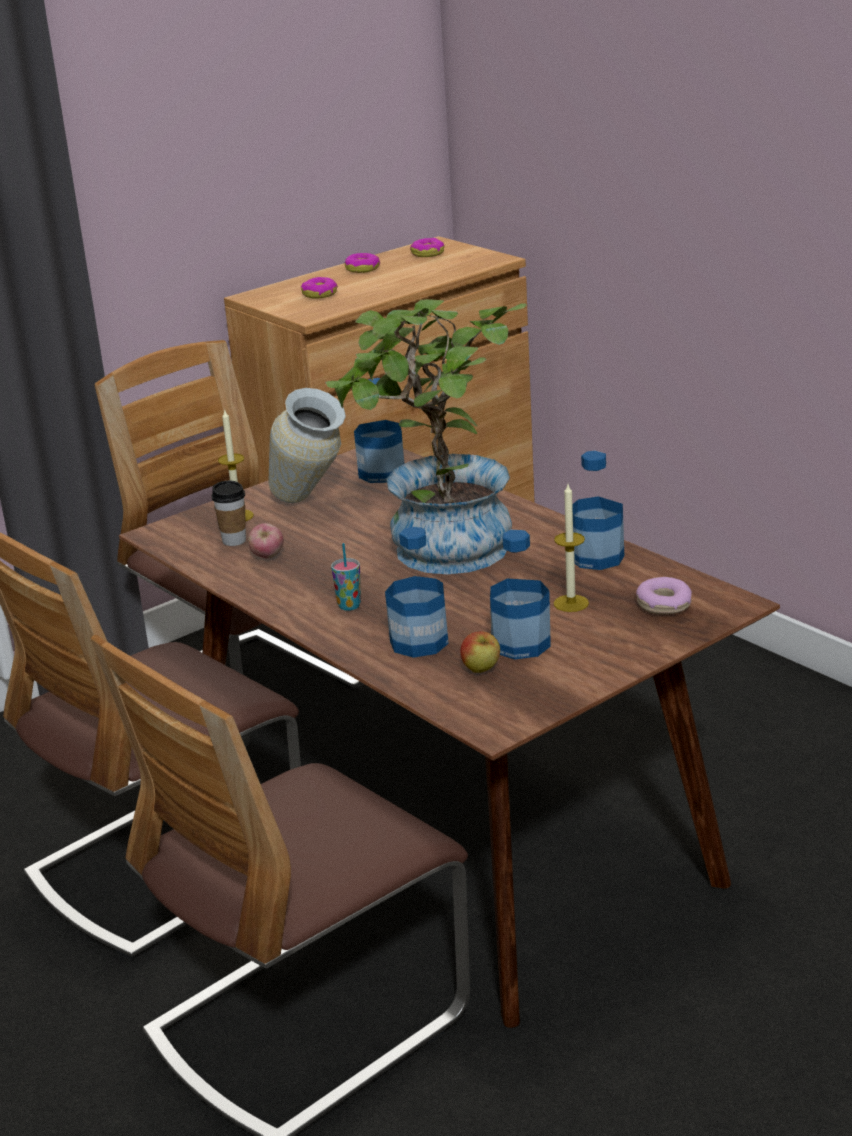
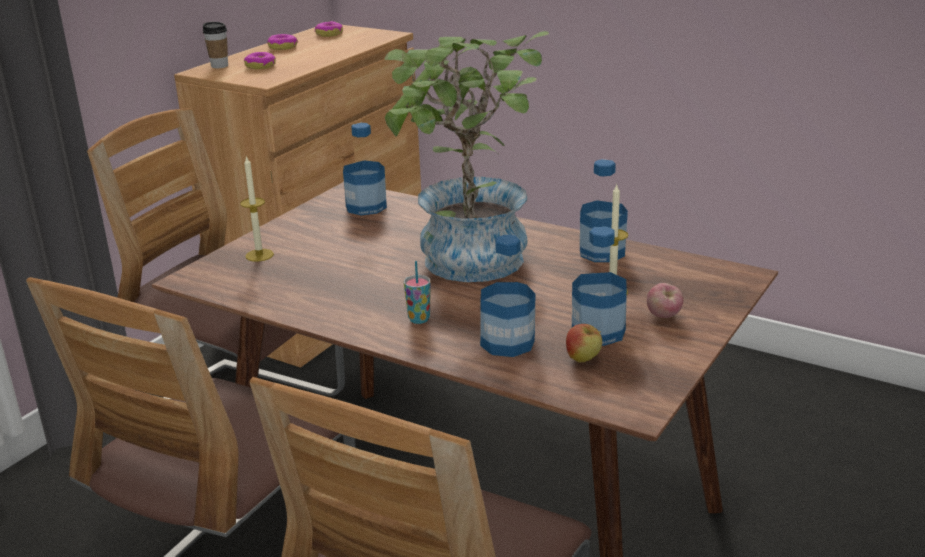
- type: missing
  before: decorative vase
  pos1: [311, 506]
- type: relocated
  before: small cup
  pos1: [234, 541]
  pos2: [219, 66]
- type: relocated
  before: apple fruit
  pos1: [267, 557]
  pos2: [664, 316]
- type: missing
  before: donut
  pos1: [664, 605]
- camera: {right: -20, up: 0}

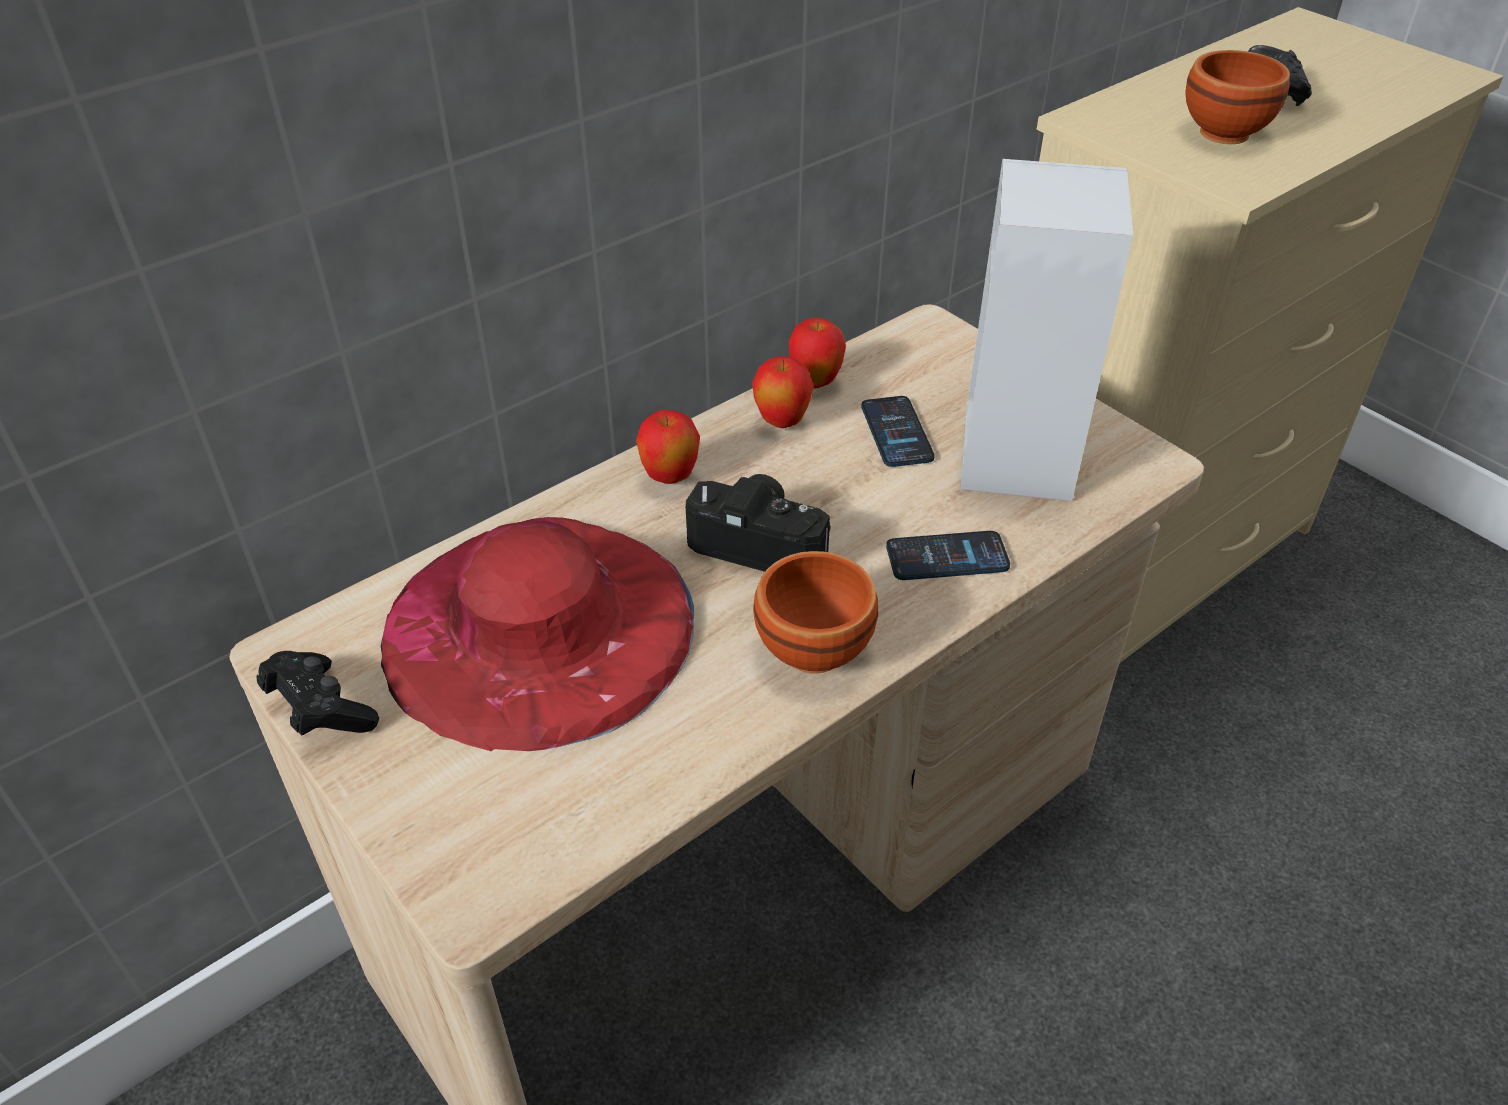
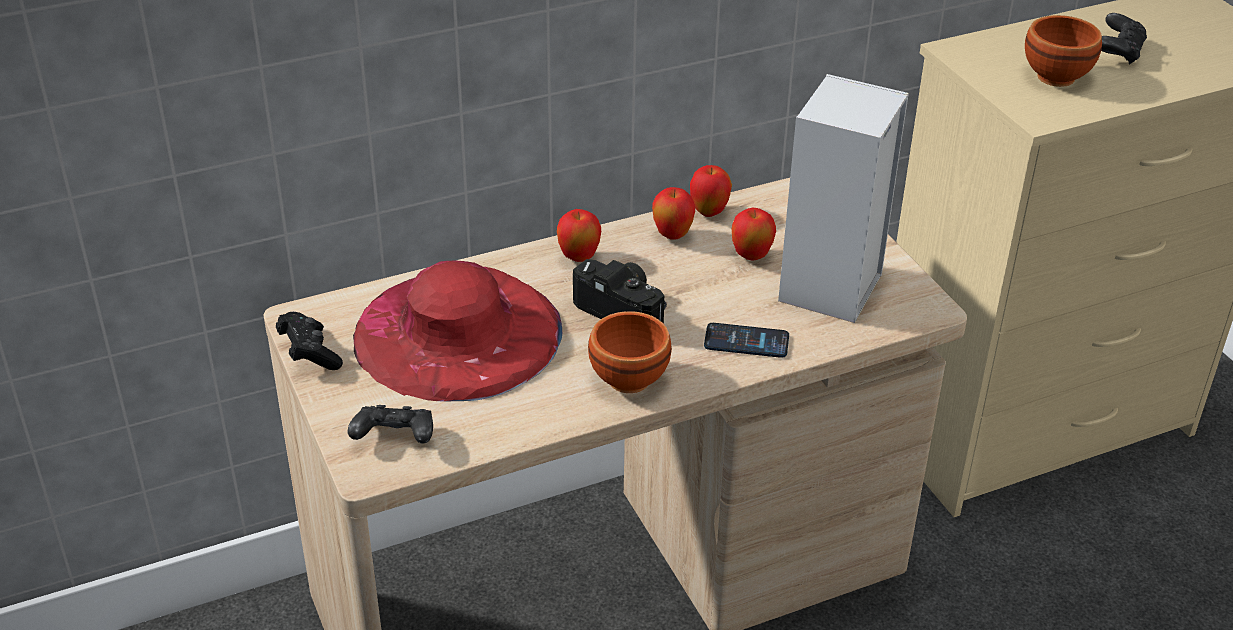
- type: exchanged
  before: phone
  after: apple fruit
  pos1: [896, 433]
  pos2: [751, 256]
- type: appeared
  after: black gamepad
  pos2: [394, 439]
- camera: {right: 15, up: -5}

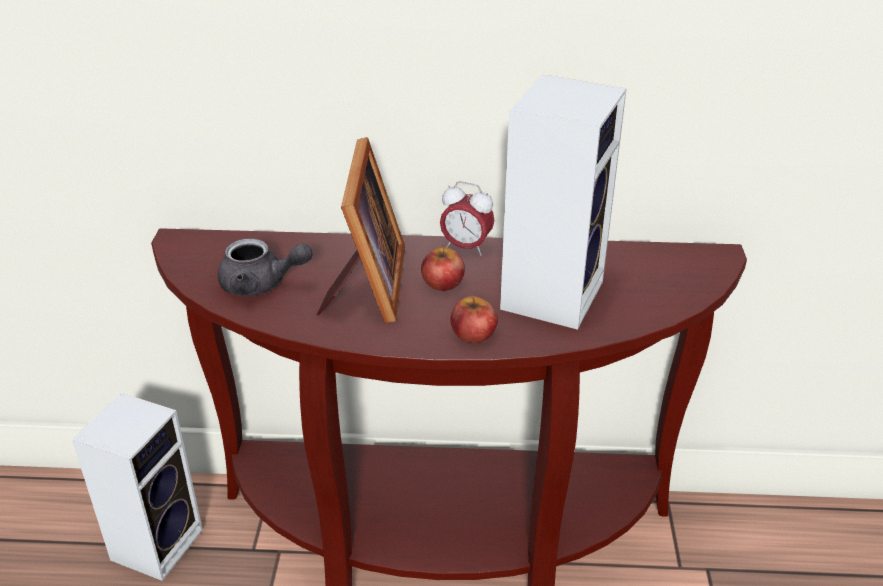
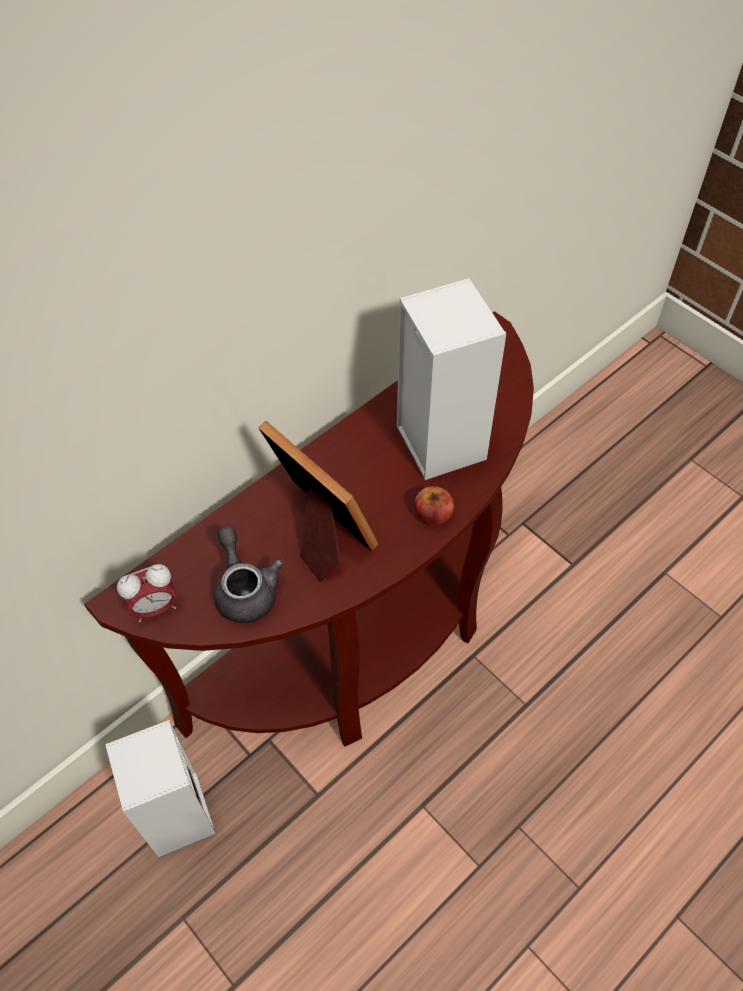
- type: relocated
  before: table clock
  pos1: [466, 247]
  pos2: [155, 608]
- type: spun
  before: greyish teapot
  pos1: [261, 284]
  pos2: [245, 589]
  turn: -75
- type: missing
  before: apple fruit
  pos1: [442, 282]
- camera: {right: -45, up: 20}

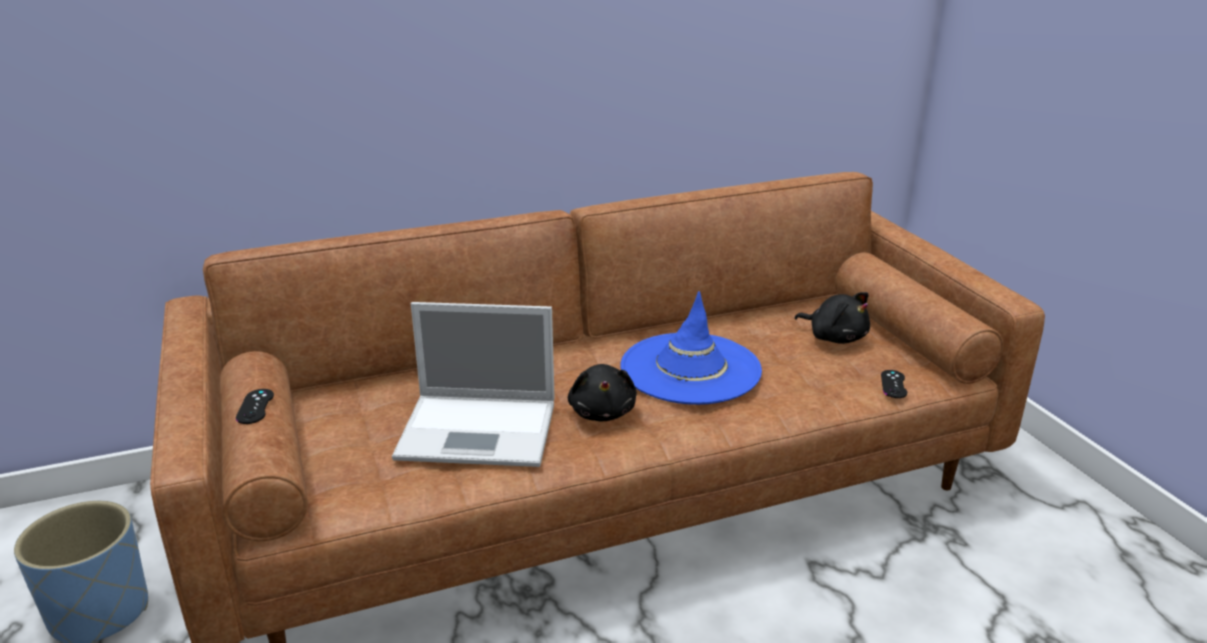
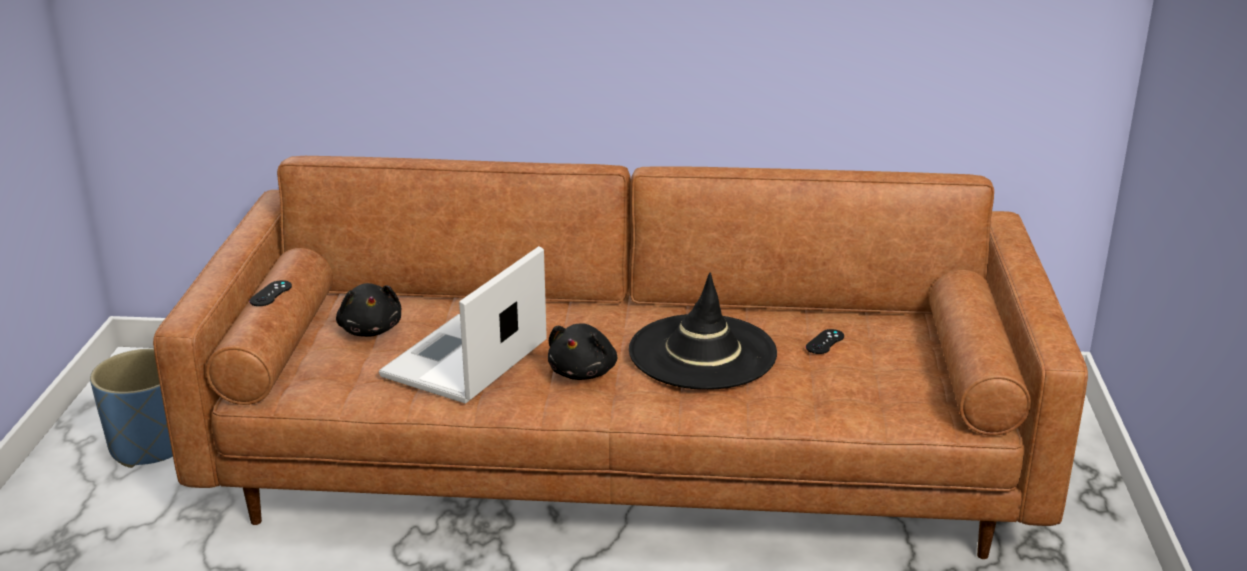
- type: colour
  before: bluish hat
  after: black hat
  pos1: [690, 369]
  pos2: [702, 352]
- type: relocated
  before: black cuddly toy
  pos1: [835, 337]
  pos2: [371, 329]
- type: spun
  before: laptop
  pos1: [481, 430]
  pos2: [463, 361]
  turn: 90
- type: relocated
  before: black gamepad
  pos1: [893, 384]
  pos2: [825, 342]
- camera: {right: 25, up: 0}

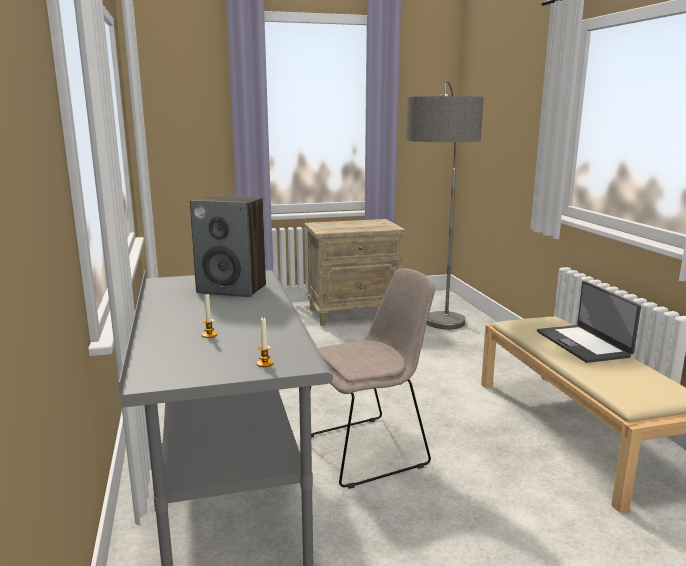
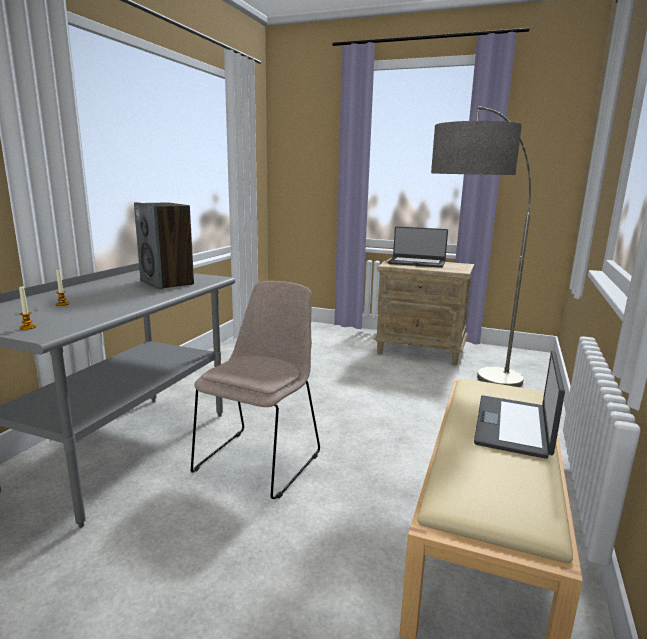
- type: spun
  before: beige upright chair
  pos1: [368, 449]
  pos2: [260, 460]
  turn: -75
- type: appeared
  after: laptop
  pos2: [416, 263]
- camera: {right: 35, up: 0}

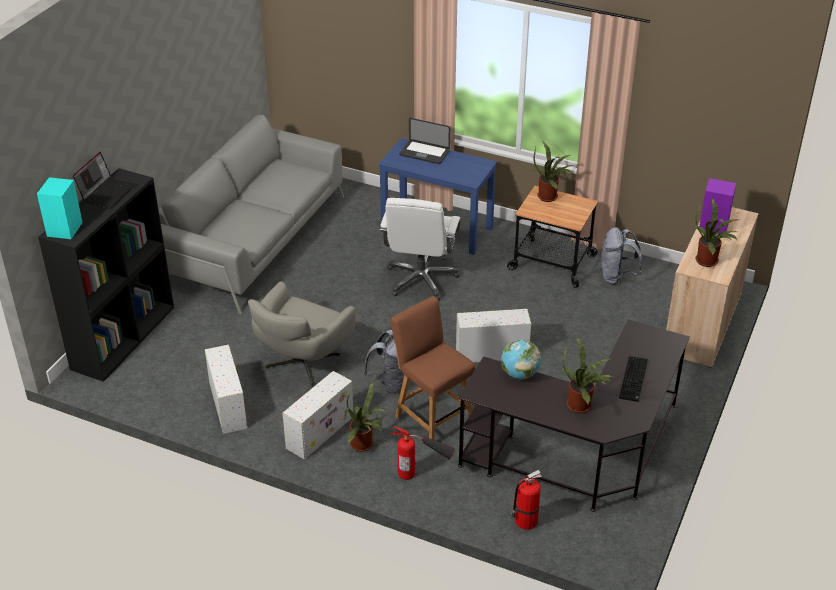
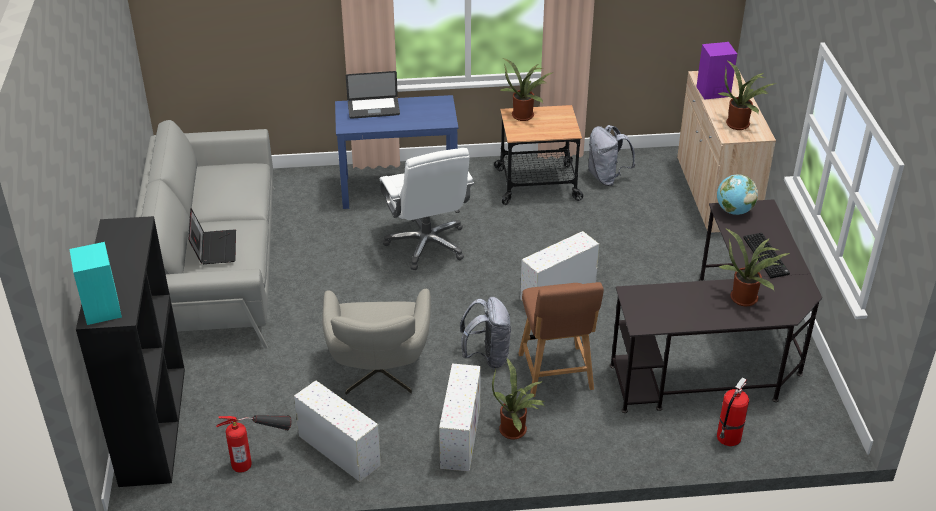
- type: relocated
  before: laptop
  pos1: [107, 192]
  pos2: [214, 247]
- type: spun
  before: brown-coloured upright chair
  pos1: [432, 416]
  pos2: [556, 374]
  turn: -120
- type: relocated
  before: world globe
  pos1: [519, 374]
  pos2: [734, 211]
- type: relocated
  before: fire-fighting cylinder
  pos1: [422, 475]
  pos2: [260, 459]
- camera: {right: -30, up: 0}

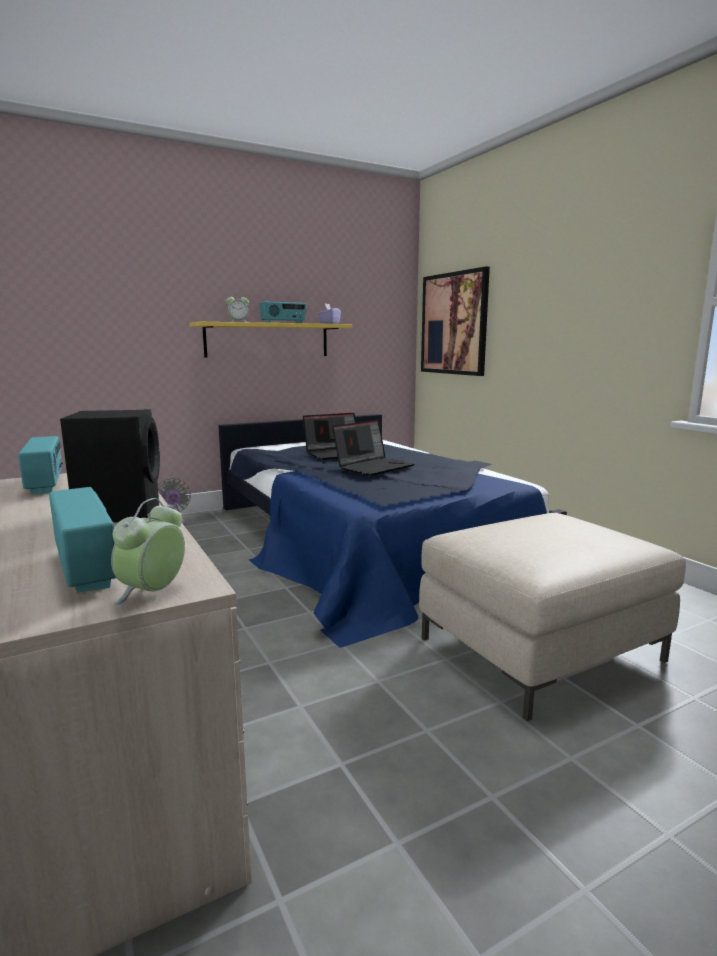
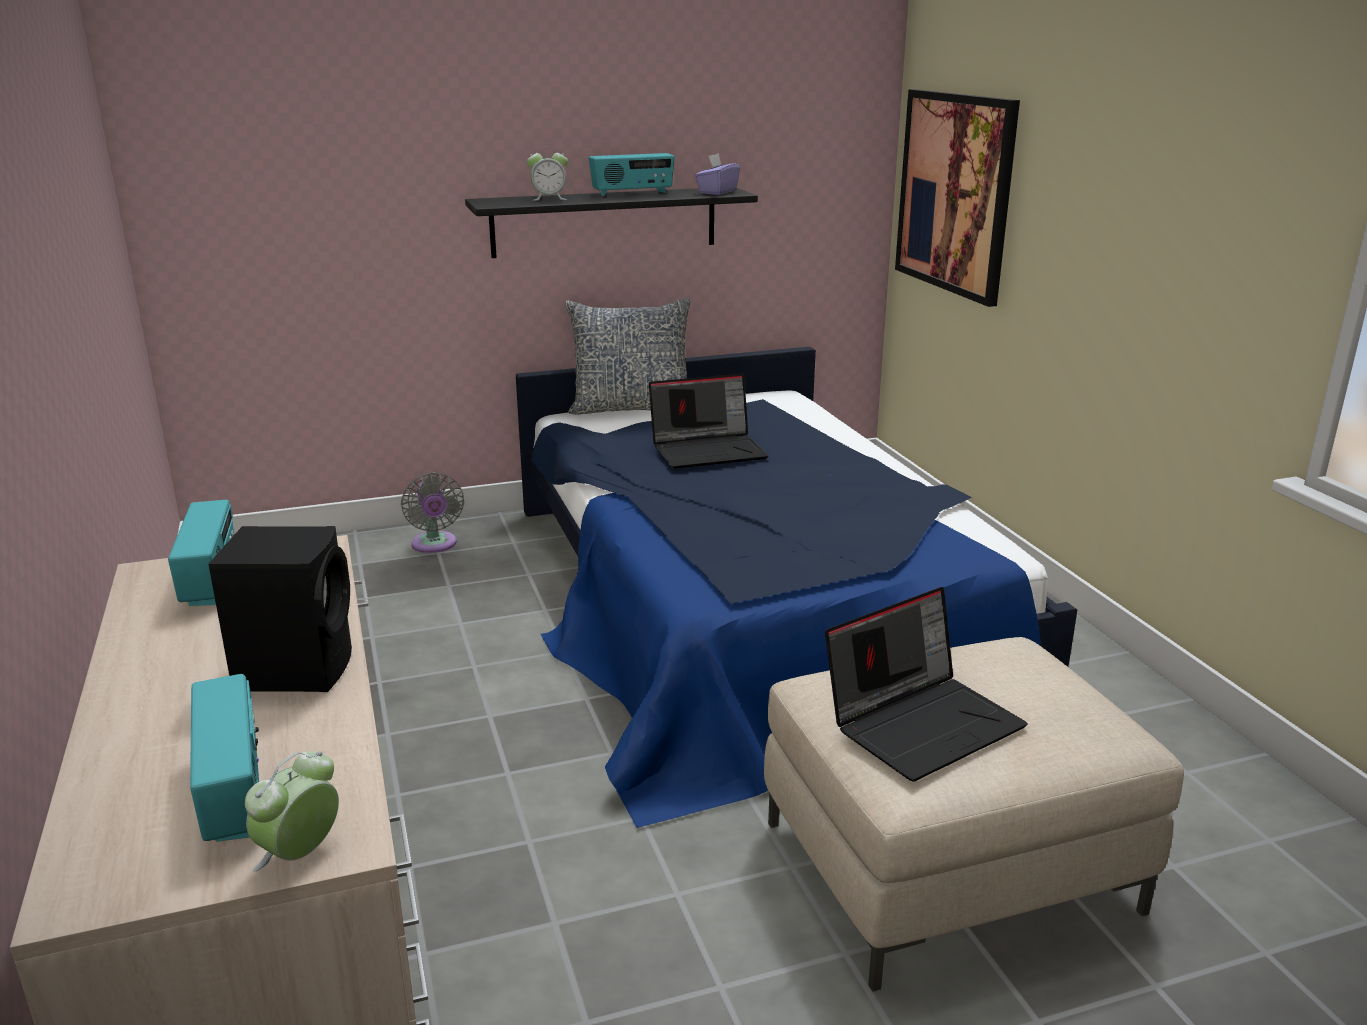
- type: colour
  before: yellowish bracket shelf
  after: black bracket shelf
  pos1: [267, 340]
  pos2: [604, 222]
- type: relocated
  before: laptop
  pos1: [374, 467]
  pos2: [923, 722]
- type: appeared
  after: cushion
  pos2: [631, 407]
- camera: {right: 10, up: 10}

